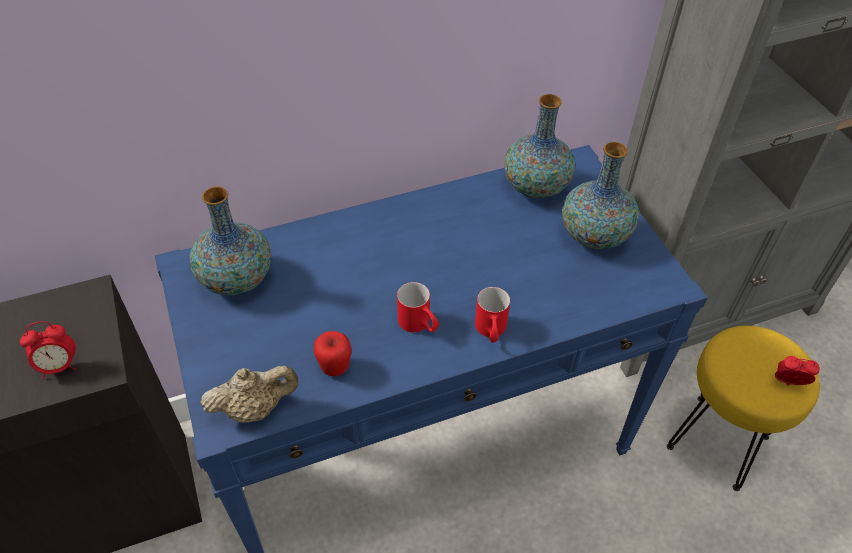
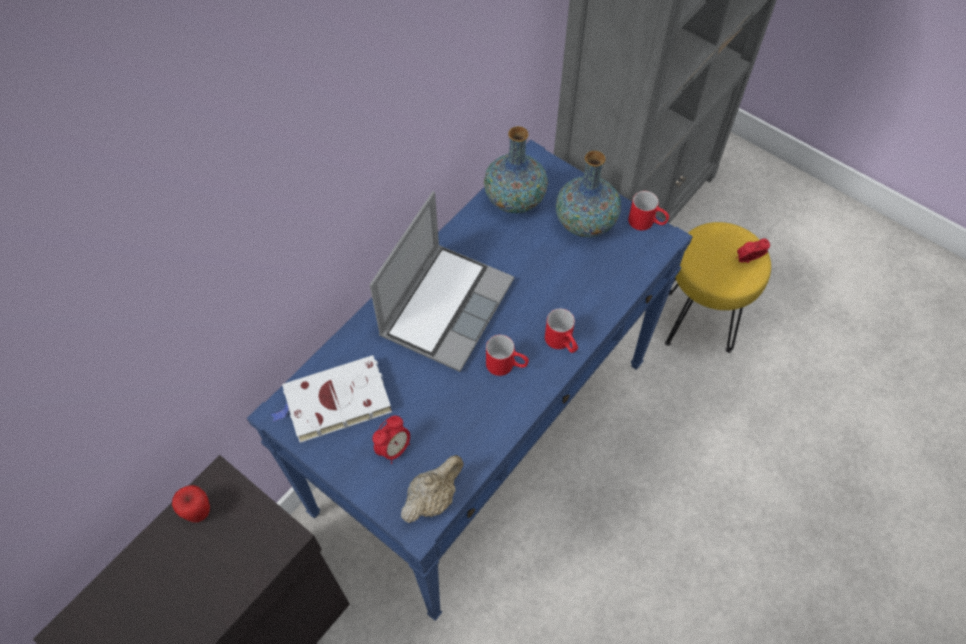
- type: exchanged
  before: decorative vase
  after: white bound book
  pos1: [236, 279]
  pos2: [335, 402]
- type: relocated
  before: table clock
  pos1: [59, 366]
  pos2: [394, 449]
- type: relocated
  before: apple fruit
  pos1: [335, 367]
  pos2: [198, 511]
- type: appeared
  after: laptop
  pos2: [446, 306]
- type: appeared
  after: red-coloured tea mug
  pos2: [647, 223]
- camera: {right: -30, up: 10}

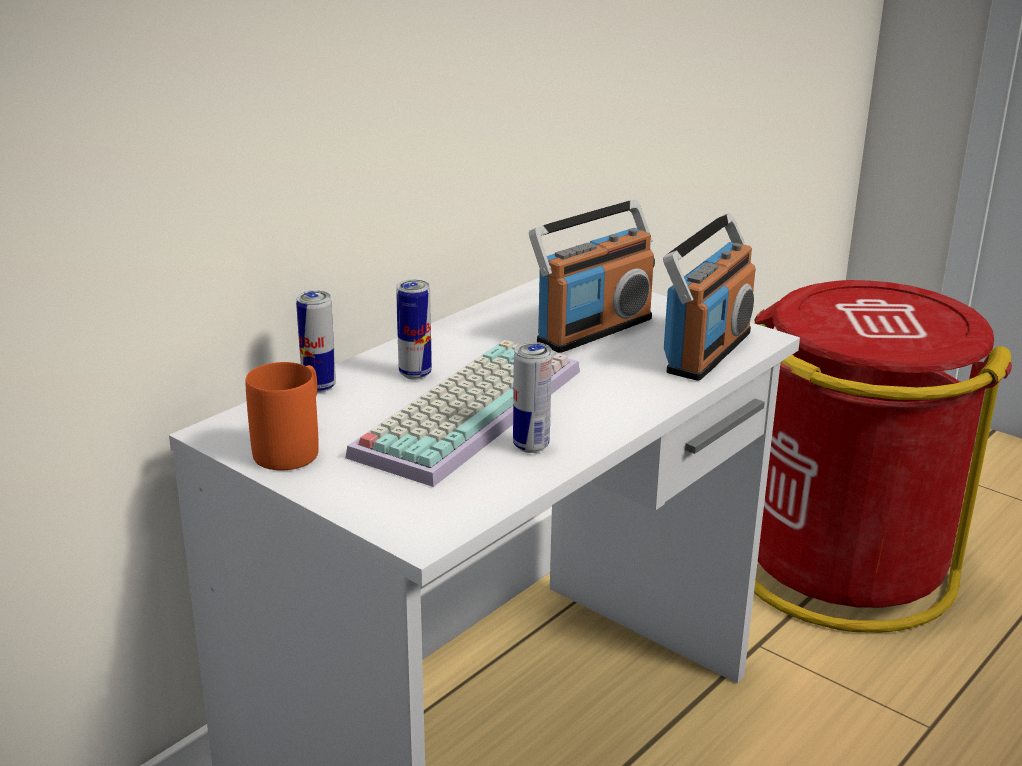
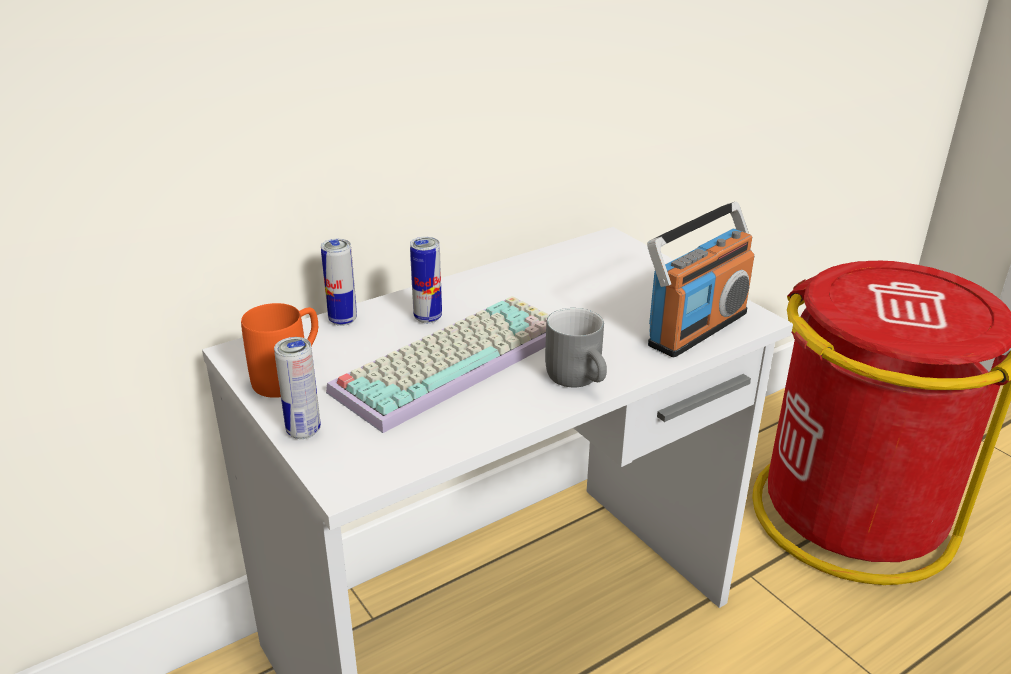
- type: missing
  before: radio
  pos1: [593, 330]
- type: relocated
  before: can
  pos1: [531, 446]
  pos2: [303, 431]
- type: appeared
  after: greyish tea mug
  pos2: [581, 378]
- camera: {right: 15, up: 5}

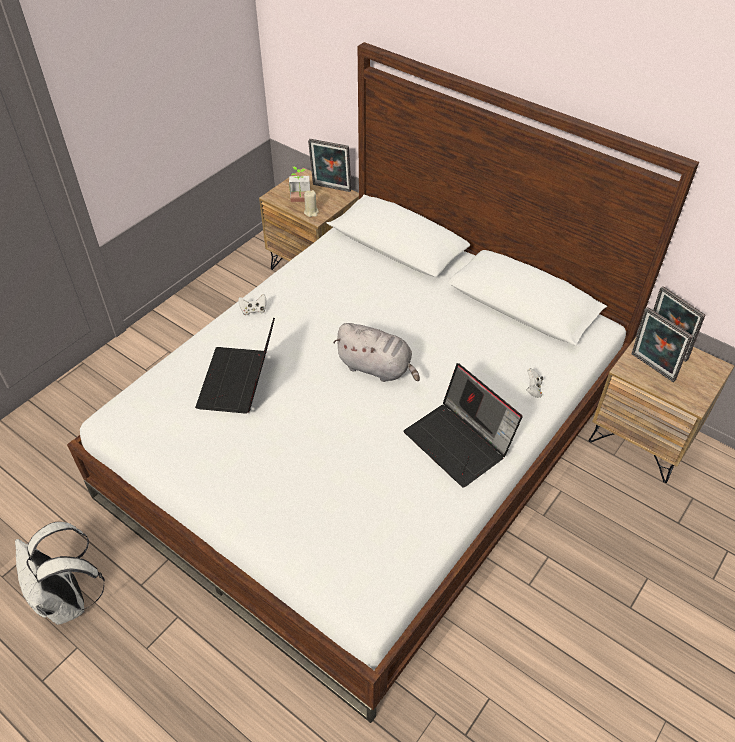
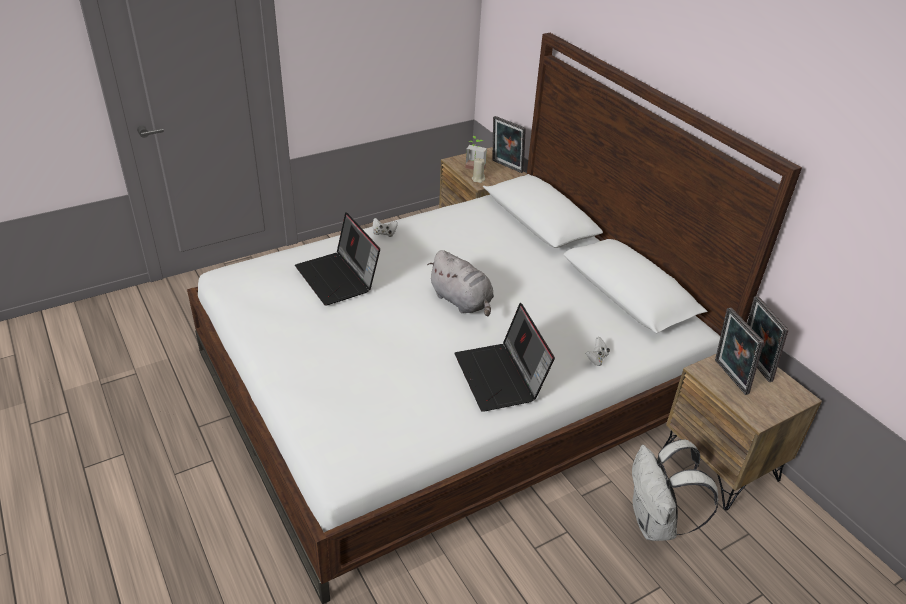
- type: spun
  before: laptop
  pos1: [239, 382]
  pos2: [338, 278]
  turn: -60
- type: relocated
  before: white backpack
  pos1: [69, 601]
  pos2: [656, 524]
- camera: {right: 20, up: -10}

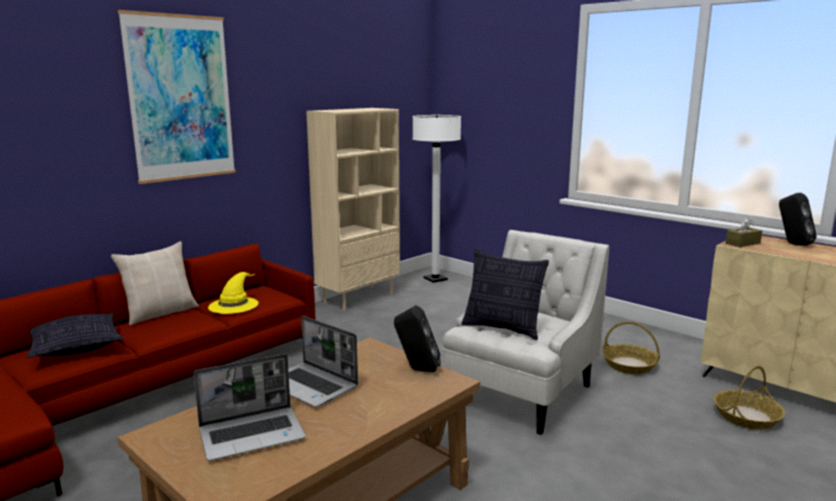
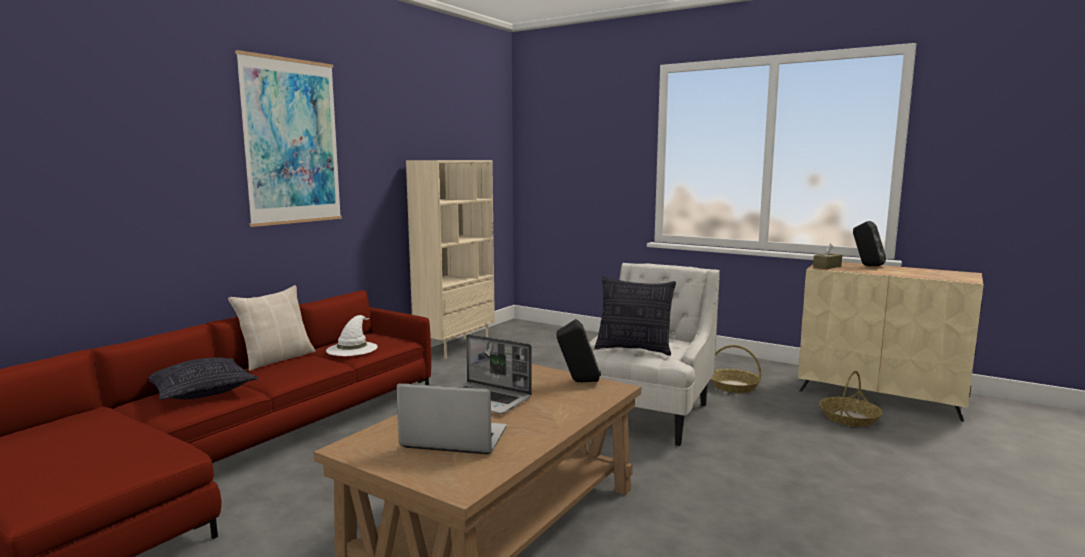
- type: missing
  before: white standing lamp
  pos1: [435, 279]
- type: colour
  before: yellowish hat
  after: white hat
  pos1: [234, 304]
  pos2: [352, 348]
- type: spun
  before: laptop
  pos1: [253, 434]
  pos2: [452, 439]
  turn: -135
- camera: {right: -10, up: -5}

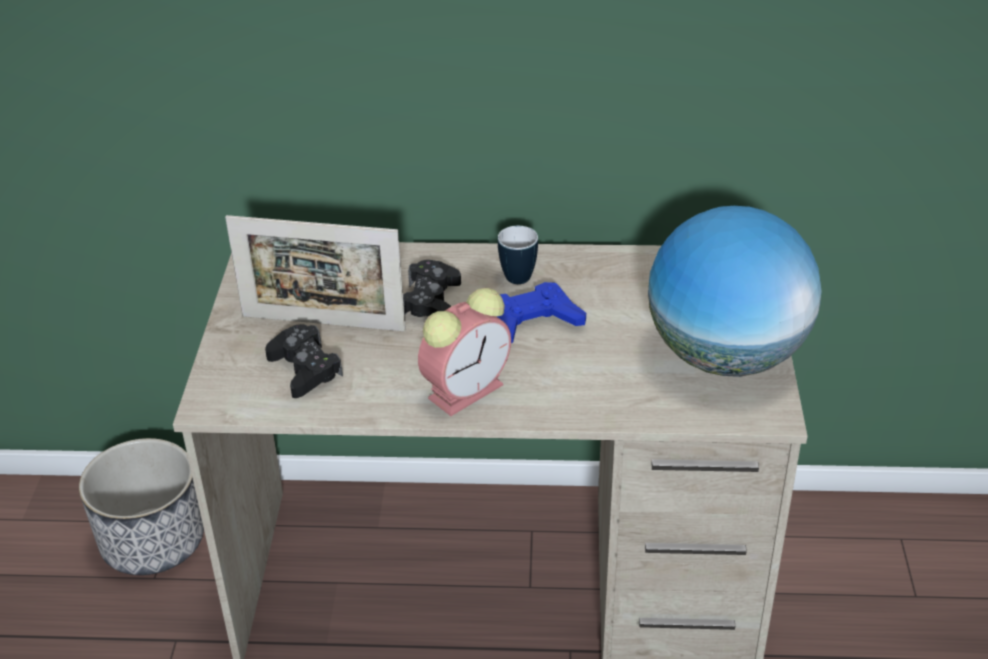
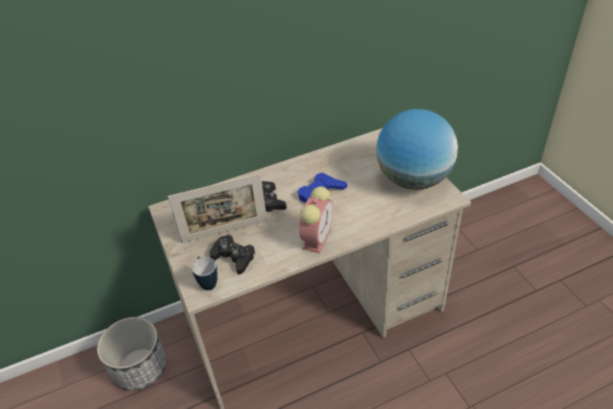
- type: relocated
  before: tea mug
  pos1: [517, 273]
  pos2: [207, 282]
- camera: {right: -25, up: 5}

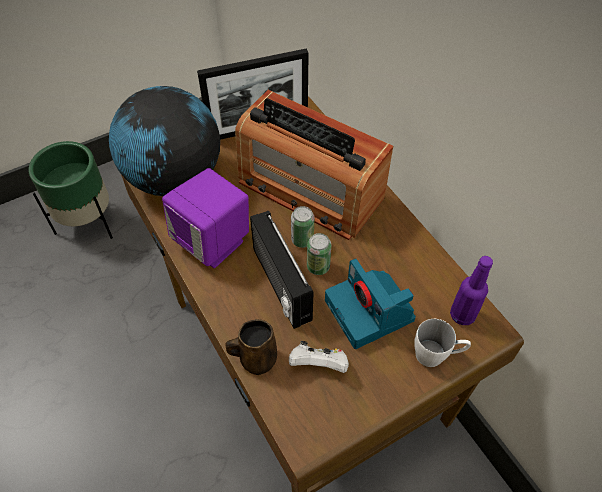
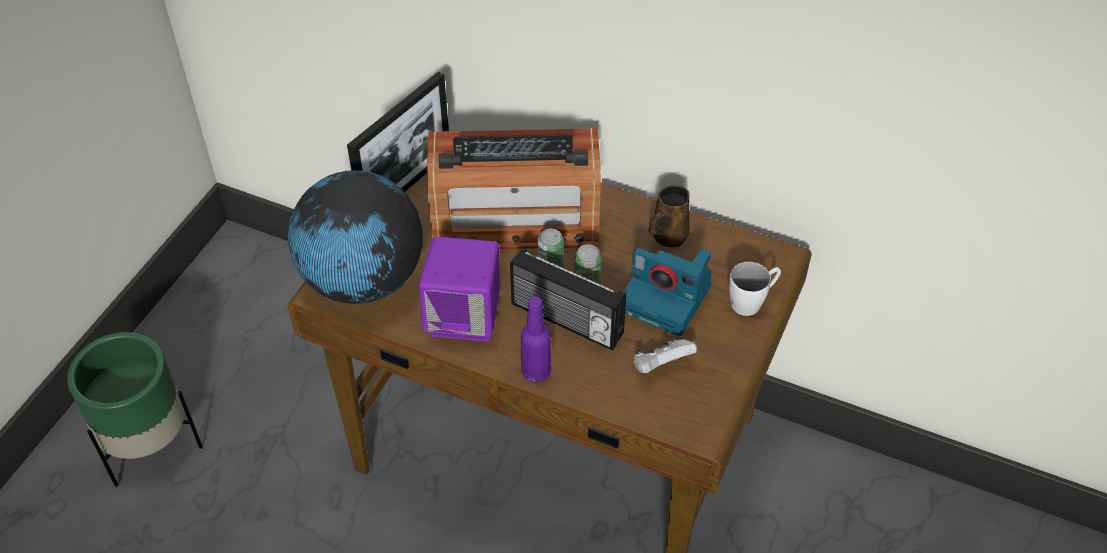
- type: relocated
  before: purple drink bottle
  pos1: [462, 315]
  pos2: [536, 372]
- type: relocated
  before: brown-coloured tea mug
  pos1: [256, 359]
  pos2: [667, 237]
- camera: {right: -35, up: -5}

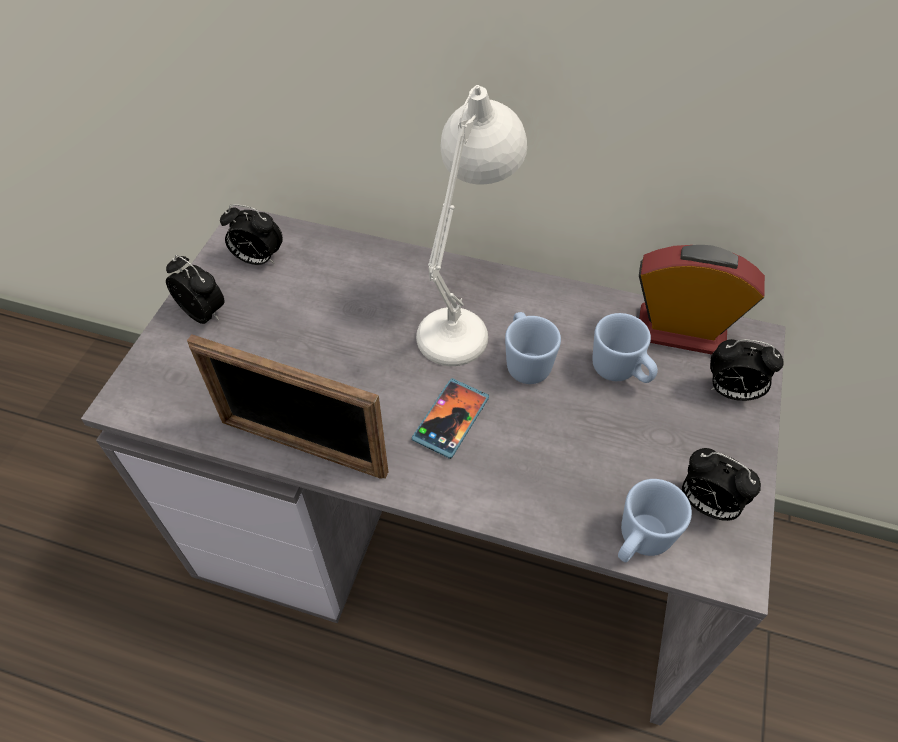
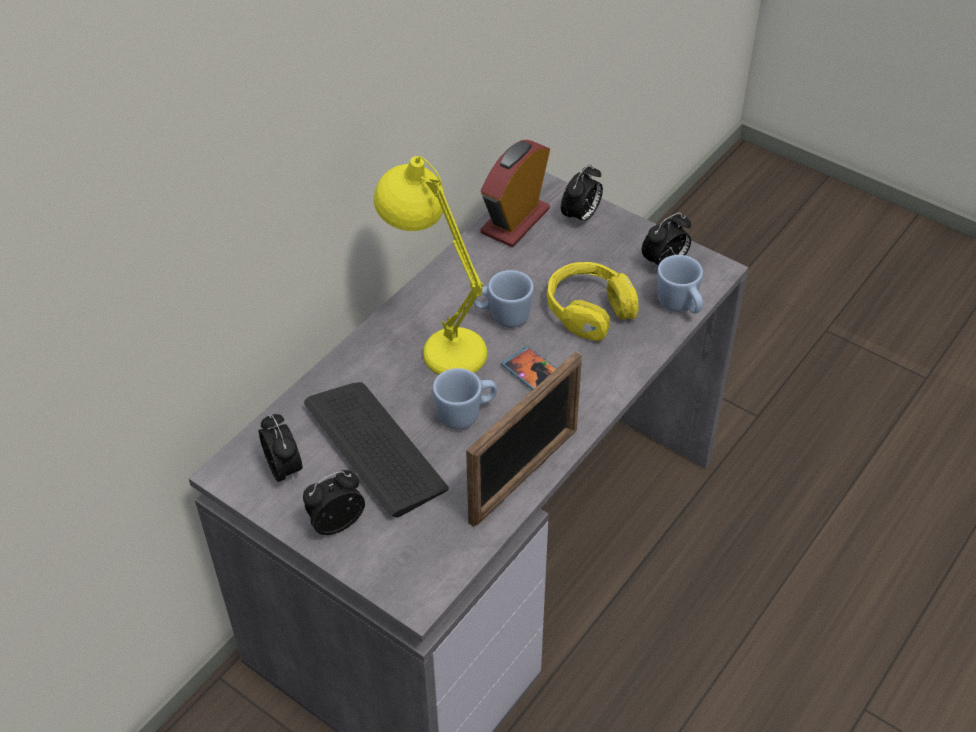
- type: colour
  before: white tabletop lamp
  after: yellowish tabletop lamp
  pos1: [466, 317]
  pos2: [437, 338]
- type: spun
  before: table clock
  pos1: [257, 259]
  pos2: [285, 470]
  turn: -60
- type: relocated
  before: bluish tea mug
  pos1: [620, 372]
  pos2: [466, 414]
- type: appeared
  after: yellowish pair of headphones
  pos2: [589, 310]
- type: appeared
  after: computer keyboard
  pos2: [375, 448]
- camera: {right: -70, up: -5}

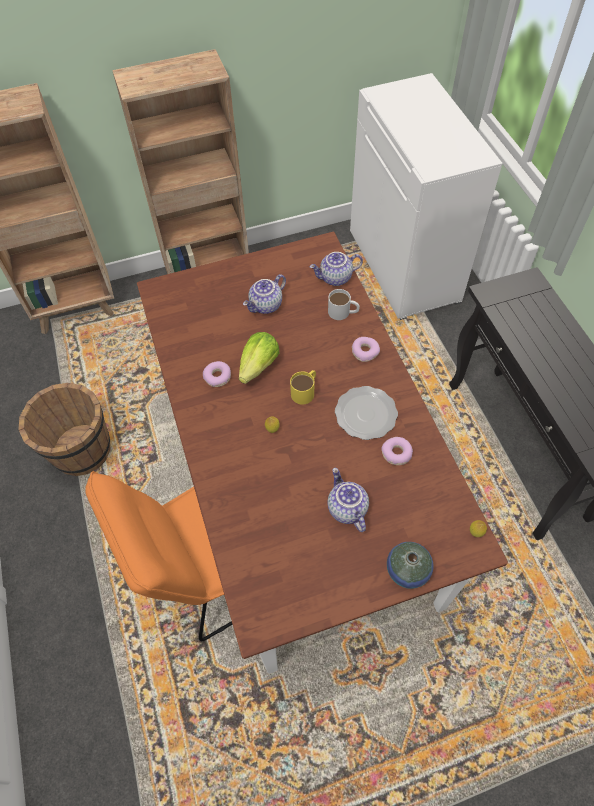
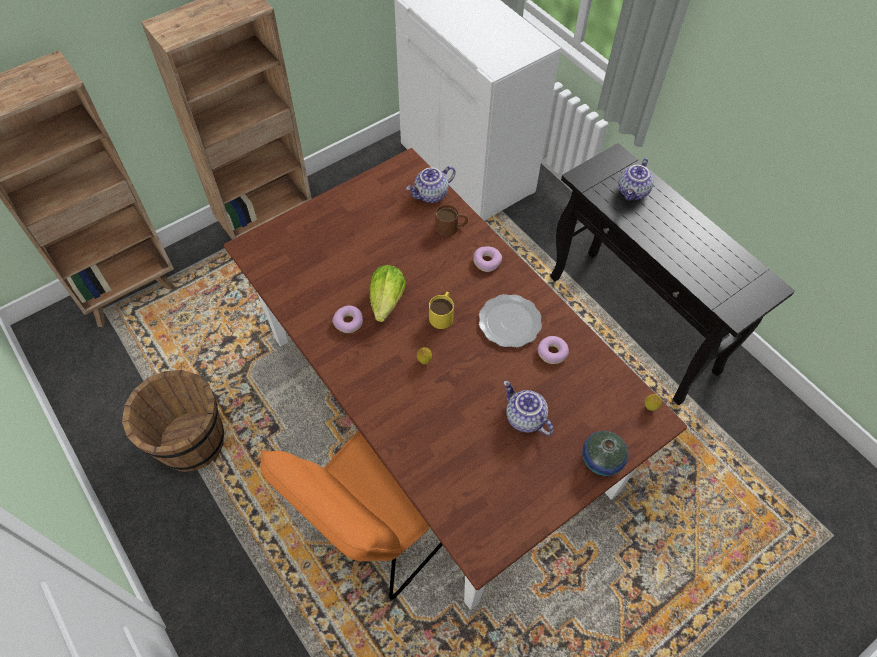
- type: relocated
  before: teapot
  pos1: [266, 306]
  pos2: [633, 192]
- type: colour
  before: white tea mug
  after: brown-coloured tea mug
  pos1: [343, 312]
  pos2: [451, 227]
- camera: {right: -20, up: 0}

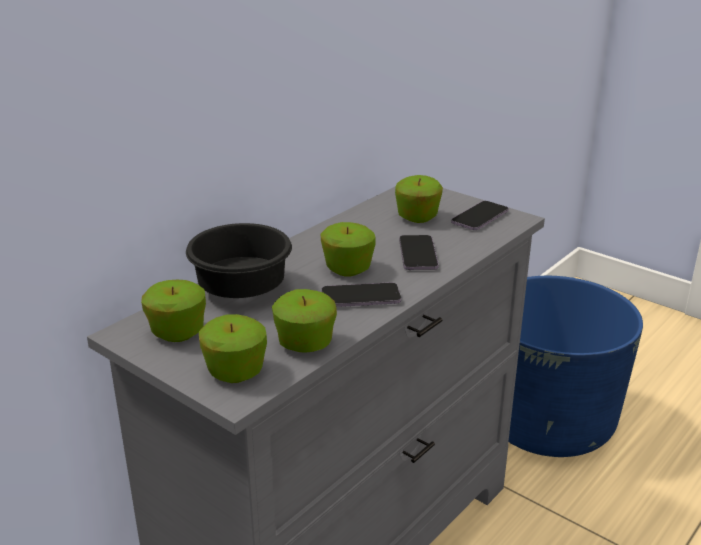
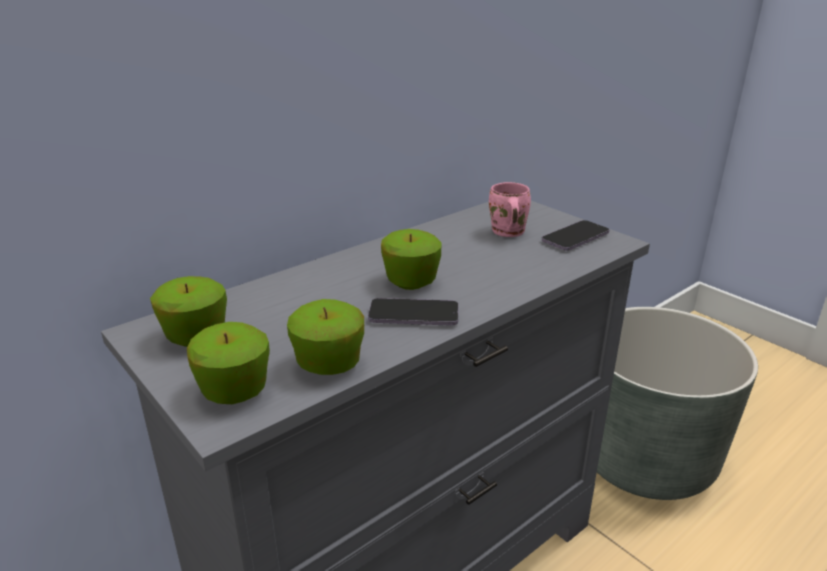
- type: exchanged
  before: apple fruit
  after: pinkish tea mug
  pos1: [417, 217]
  pos2: [506, 233]
- type: missing
  before: black bowl
  pos1: [244, 288]
- type: missing
  before: phone
  pos1: [418, 255]
- type: colour
  before: bluish plant pot
  after: greyish plant pot
  pos1: [547, 422]
  pos2: [645, 458]
- camera: {right: 10, up: 0}

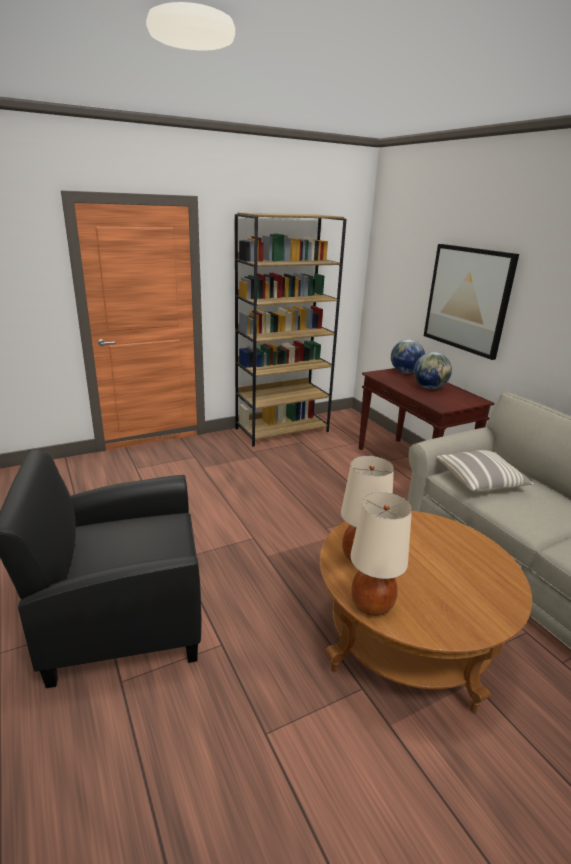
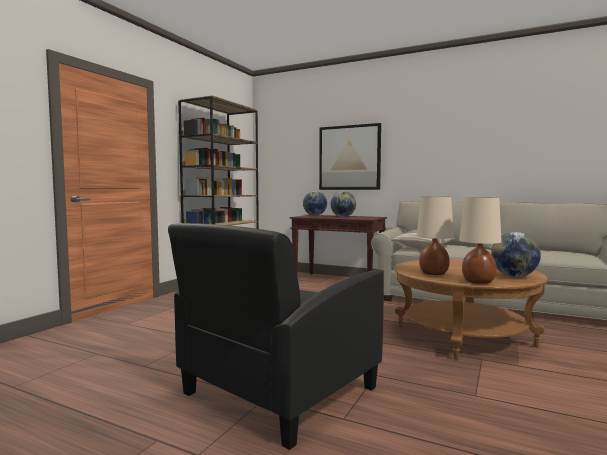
- type: appeared
  after: world globe
  pos2: [514, 276]
- camera: {right: -35, up: -20}

